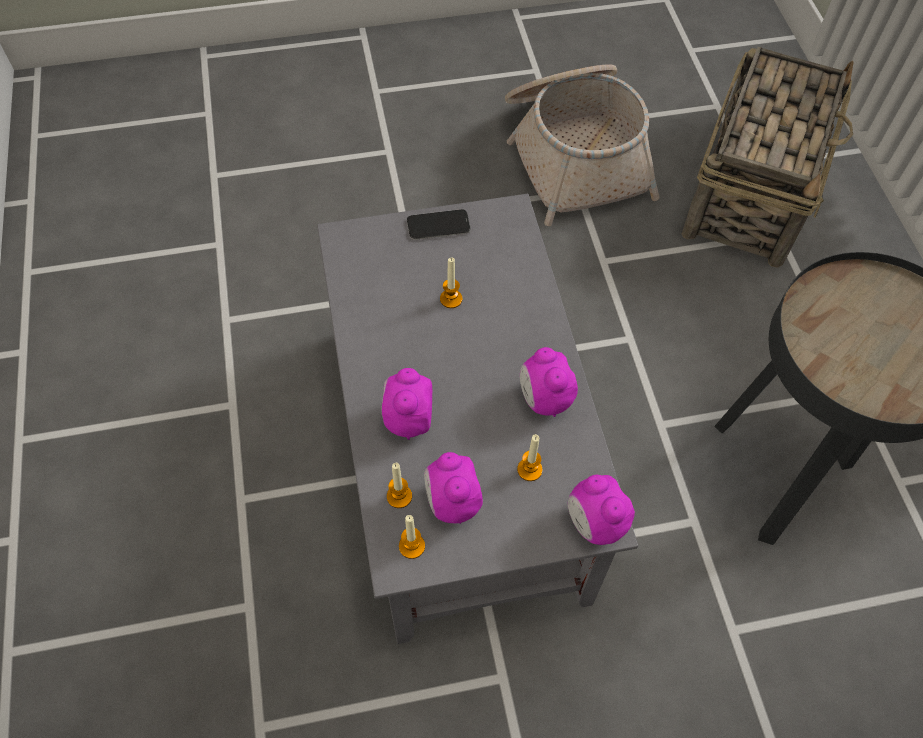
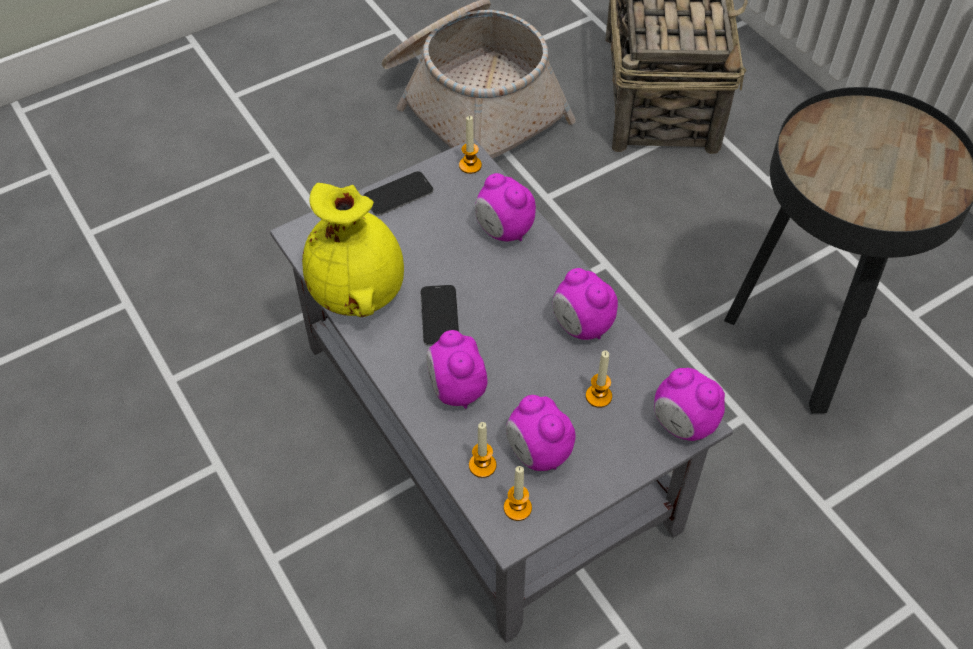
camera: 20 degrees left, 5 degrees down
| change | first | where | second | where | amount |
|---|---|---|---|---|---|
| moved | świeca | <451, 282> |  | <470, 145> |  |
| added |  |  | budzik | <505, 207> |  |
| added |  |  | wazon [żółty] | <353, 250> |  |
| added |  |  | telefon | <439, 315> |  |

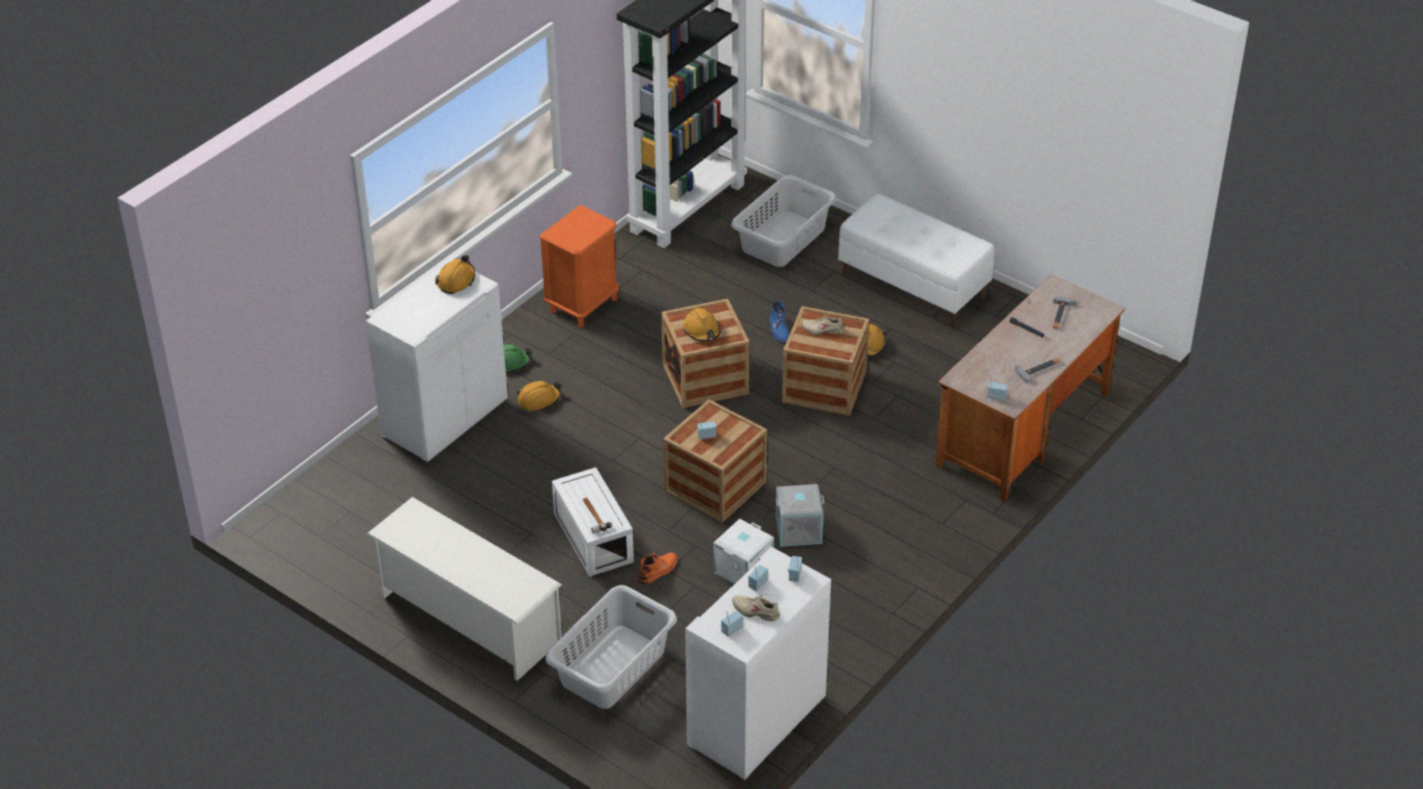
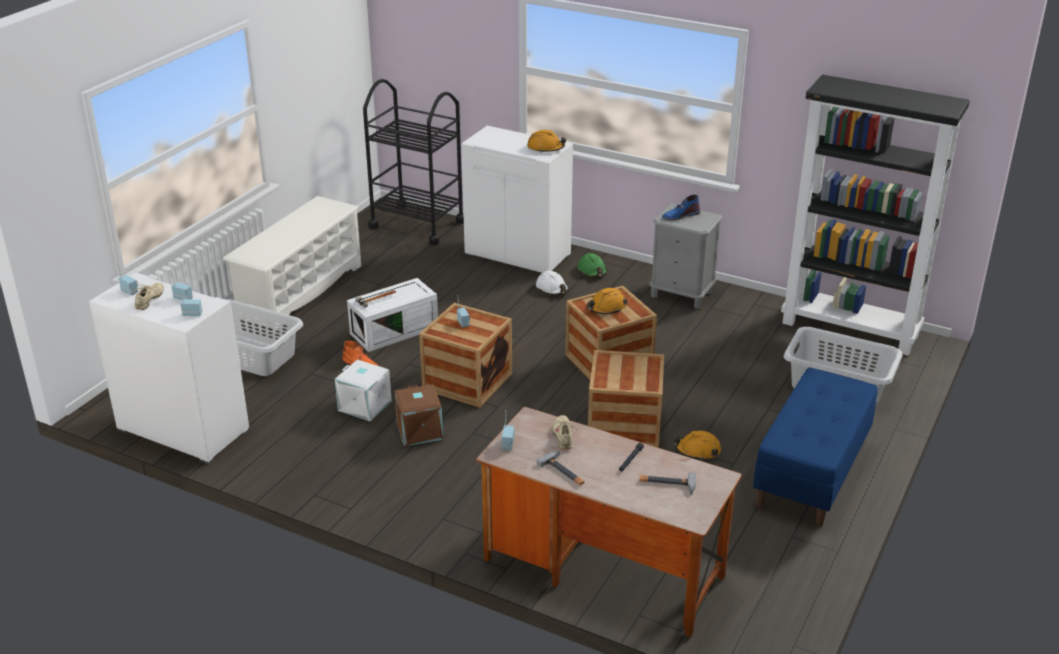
camera: 80 degrees right, 10 degrees down
| change | first | where | second | where | amount |
|---|---|---|---|---|---|
| recoloured | ławka [biały] | <916, 260> | ławka [niebieski] | <815, 447> |  |
| recoloured | szafka nocna [pomarańczowy] | <579, 266> | szafka nocna [szary] | <686, 256> |  |
| moved | but z cholewką [niebieski] | <779, 322> |  | <681, 207> |  |
| moved | but [beżowy] | <822, 324> |  | <565, 432> |  |
| recoloured | kask [pomarańczowy] | <539, 396> | kask [biały] | <552, 283> |  |
| recoloured | pojemnik do przechowywania [szary] | <800, 515> | pojemnik do przechowywania [brązowy] | <419, 415> |  |
| added |  |  | wózek [czarny] | <413, 162> |  |

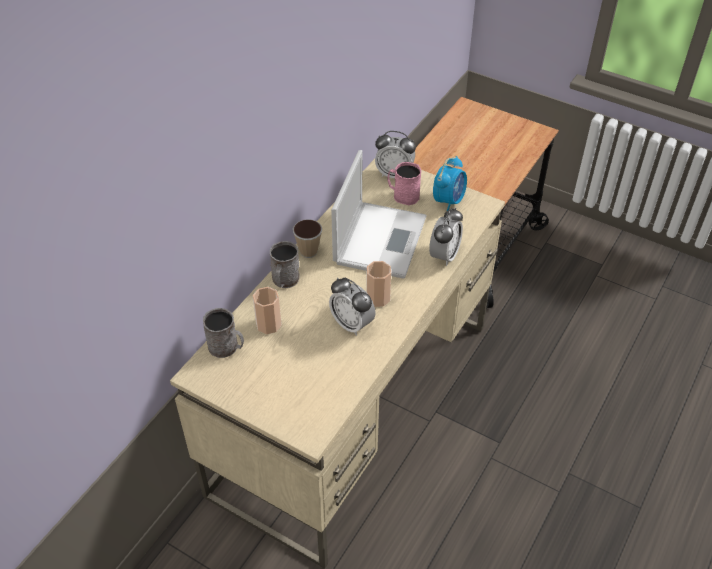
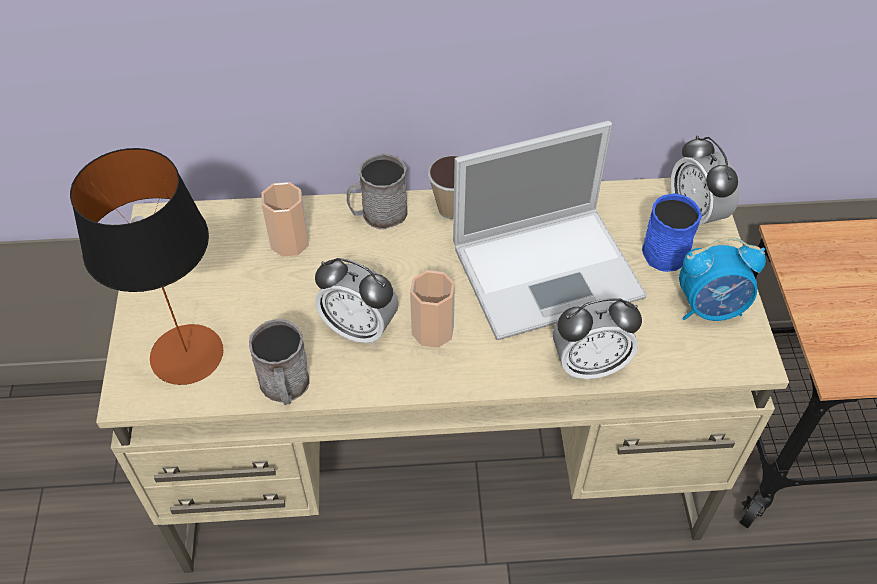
camera: 55 degrees right, 5 degrees up
| change | first | where | second | where | amount |
|---|---|---|---|---|---|
| recoloured | kubek [różowy] | <404, 183> | kubek [niebieski] | <672, 232> |  |
| turned | budzik | <352, 307> |  | <357, 302> | 75 degrees counterclockwise |
| moved | kubek [szary] | <223, 333> |  | <279, 361> |  |
| added |  |  | lampa stołowa | <146, 266> |  |

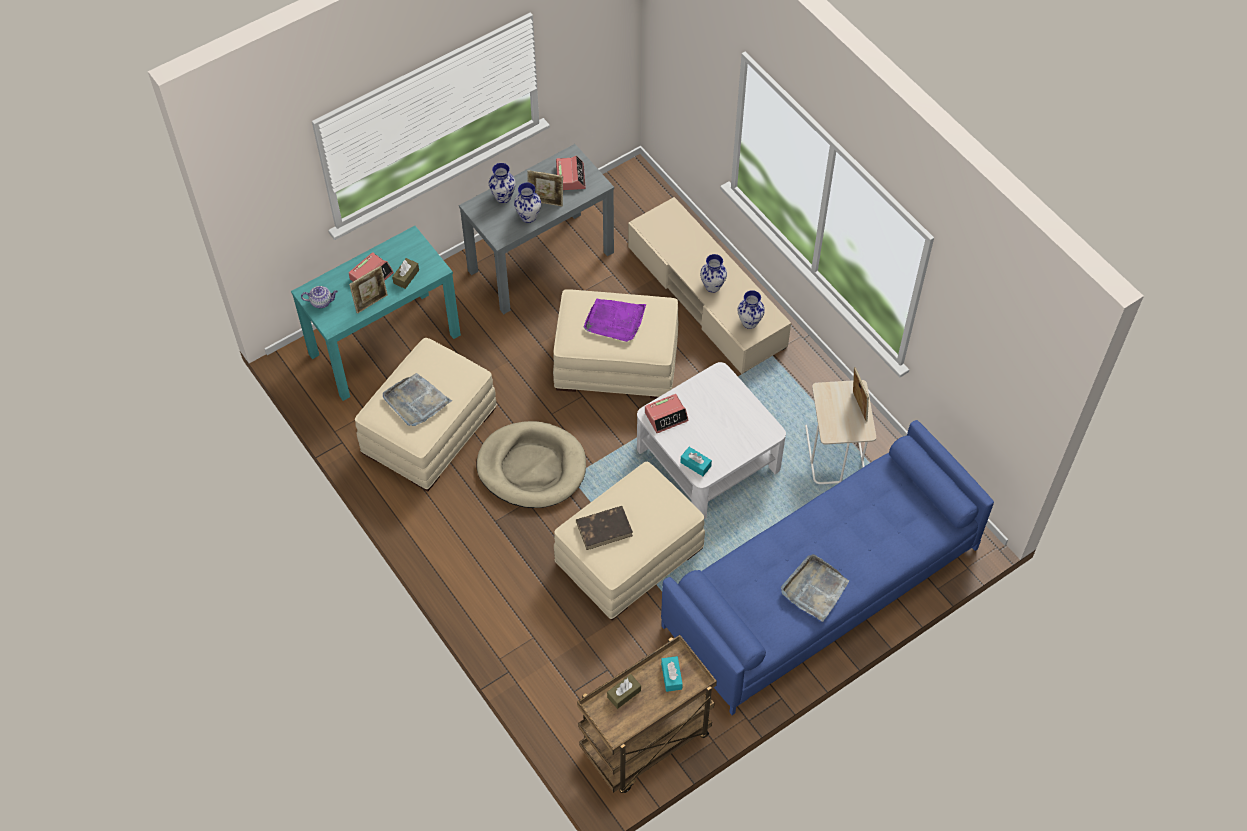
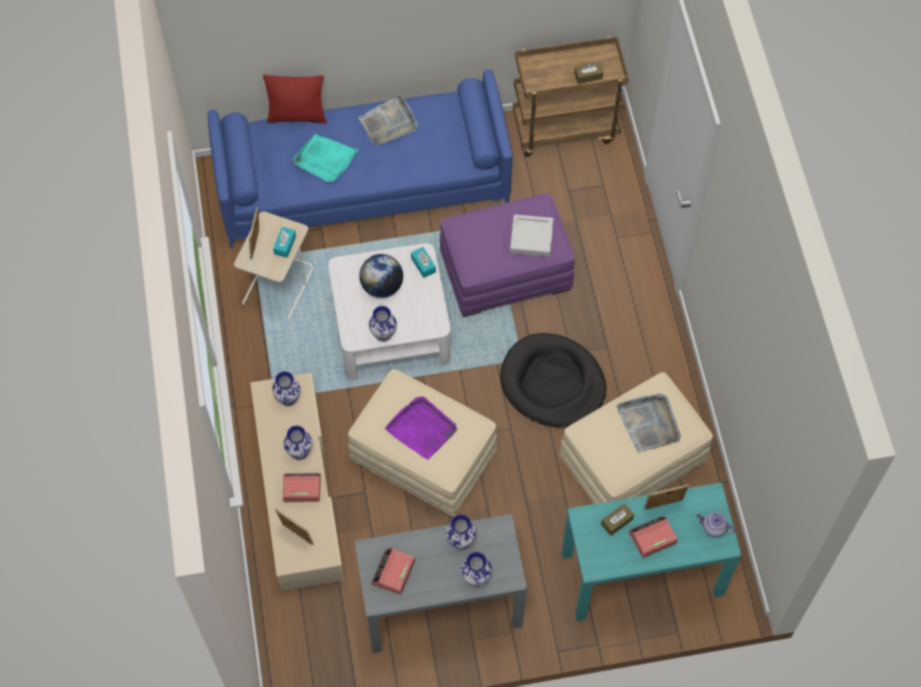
camera: 155 degrees left, 5 degrees up
| change | first | where | second | where | amount |
|---|---|---|---|---|---|
| moved | ramka na zdjęcie | <545, 188> |  | <294, 527> |  |
| moved | budzik | <667, 413> |  | <302, 487> |  |
| recoloured | legowisko [beżowy] | <531, 464> | legowisko [czarny] | <553, 380> |  |
| recoloured | pufa [beżowy] | <629, 541> | pufa [fioletowy] | <507, 255> |  |
| replaced | książka [brązowy] | <604, 528> | taca [szary] | <532, 236> |  |
| moved | pudełko chusteczek [turkusowy] | <672, 674> |  | <284, 242> |  |
| added |  |  | poduszka [czerwony] | <295, 99> |  |
| added |  |  | taca [turkusowy] | <325, 158> |  |
| added |  |  | globus | <381, 276> |  |
| added |  |  | wazon | <383, 324> |  |

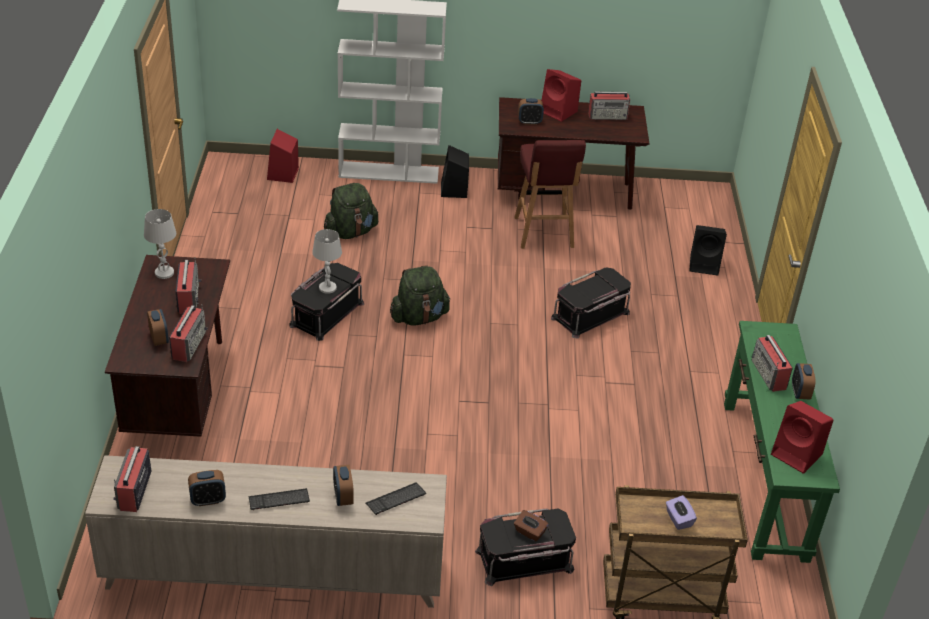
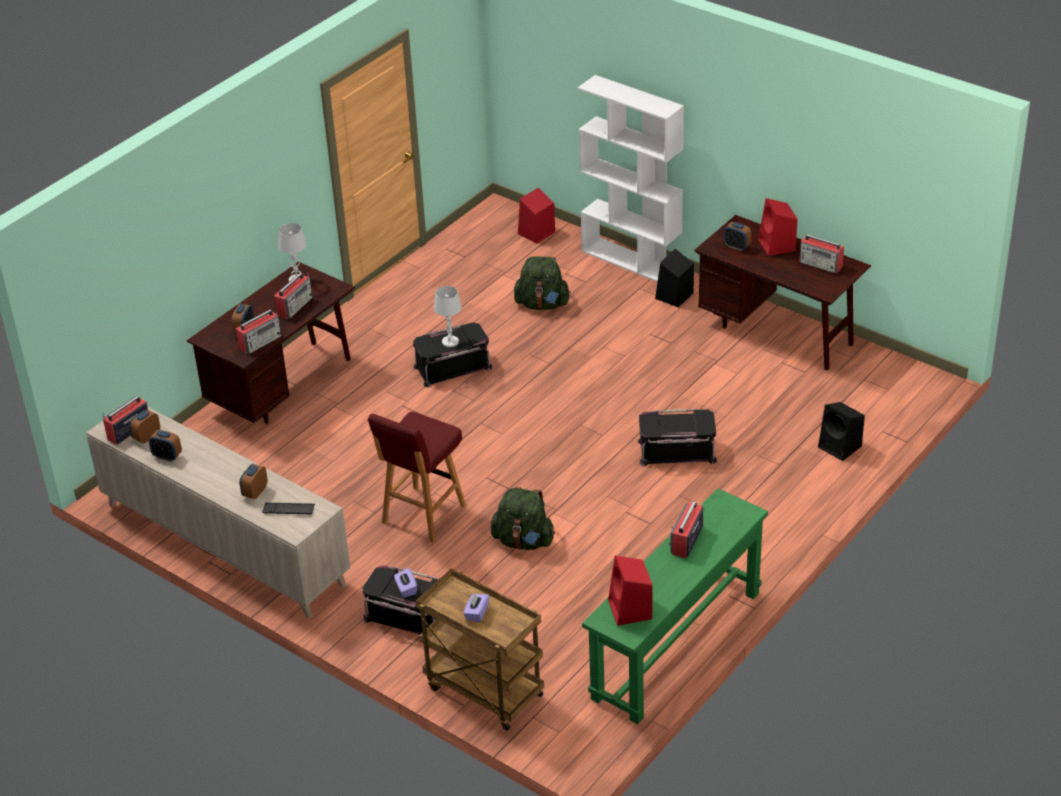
camera: 40 degrees right, 0 degrees up
| change | first | where | second | where | amount |
|---|---|---|---|---|---|
| moved | stołek [czerwony] | <550, 194> |  | <417, 477> |  |
| moved | plecak [zielony] | <420, 295> |  | <523, 518> |  |
| moved | budzik | <804, 381> |  | <144, 426> |  |
| removed | klawiatura | <279, 499> |  |  |  |
| recoloured | pudełko chusteczek [brązowy] | <531, 525> | pudełko chusteczek [fioletowy] | <405, 583> |  |

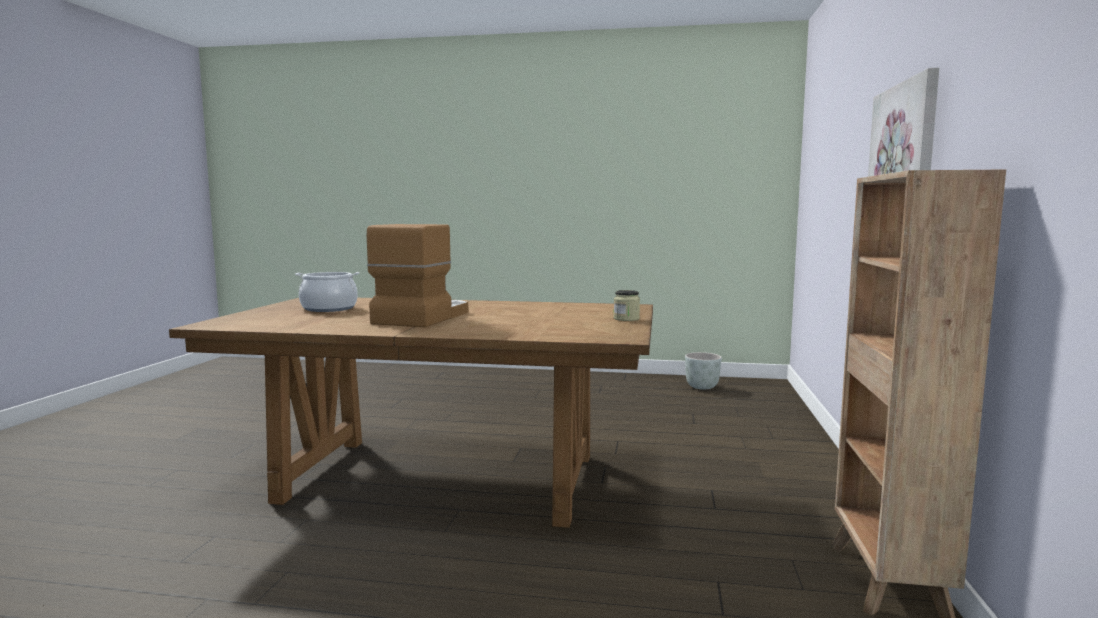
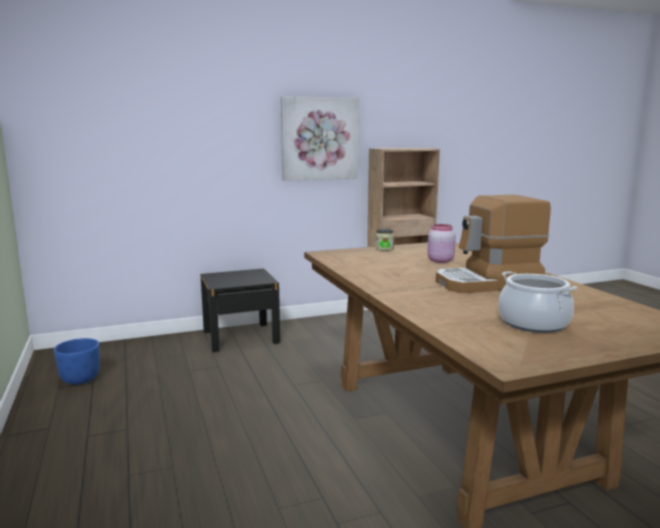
camera: 120 degrees left, 5 degrees up
| change | first | where | second | where | amount |
|---|---|---|---|---|---|
| recoloured | donica [szary] | <703, 370> | donica [niebieski] | <77, 361> |  |
| added |  |  | słoik [różowy] | <442, 243> |  |
| added |  |  | szafka nocna [czarny] | <240, 310> |  |

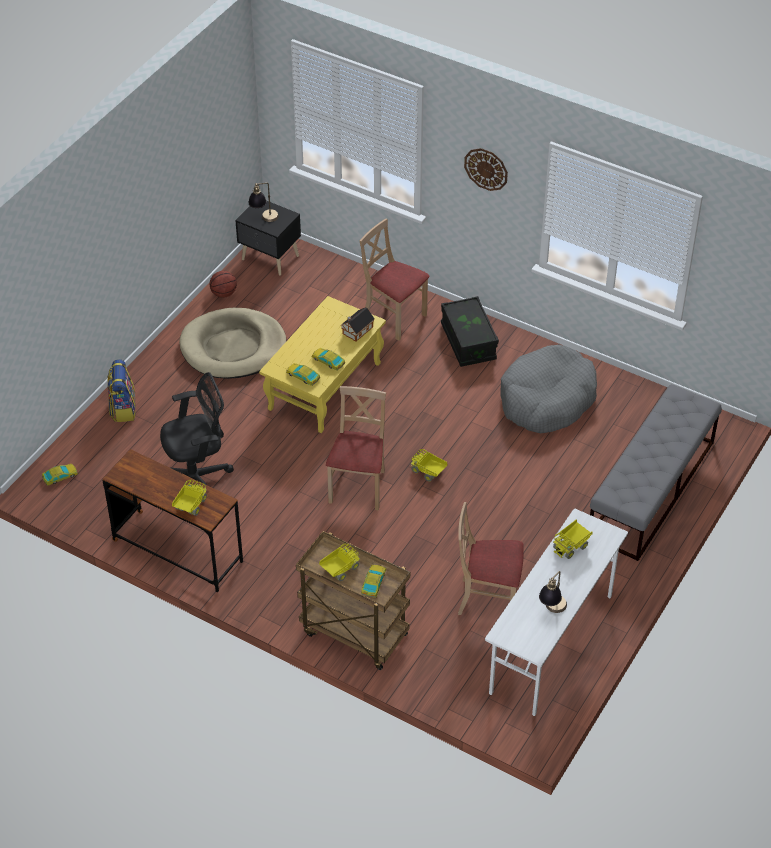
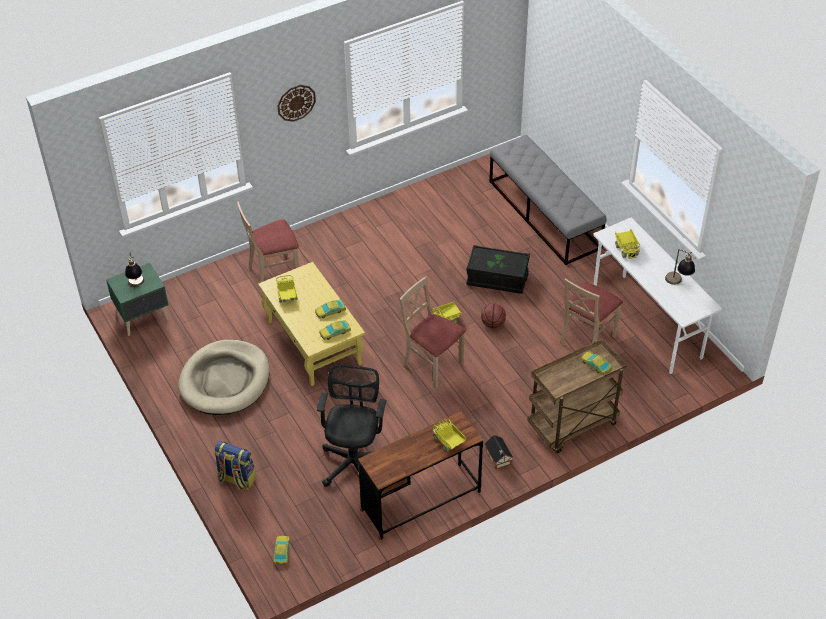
camera: 60 degrees left, 0 degrees up
| change | first | where | second | where | amount |
|---|---|---|---|---|---|
| recoloured | szafka nocna [czarny] | <268, 238> | szafka nocna [zielony] | <137, 299> |  |
| moved | piłka do koszykówki | <223, 284> |  | <493, 315> |  |
| moved | pojemnik do przechowywania [czarny] | <470, 331> |  | <498, 269> |  |
| moved | domek | <357, 324> |  | <499, 452> |  |
| removed | legowisko [szary] | <548, 389> |  |  |  |
| moved | ciężarówka zabawkowa | <339, 562> |  | <287, 288> |  |

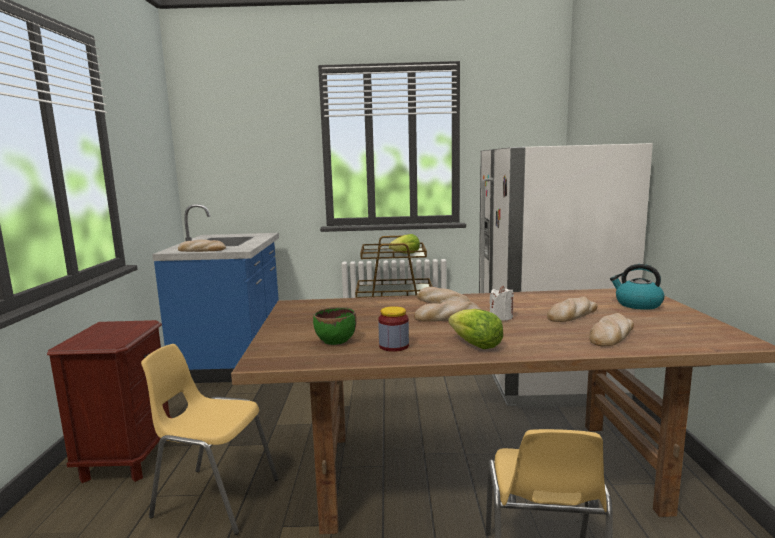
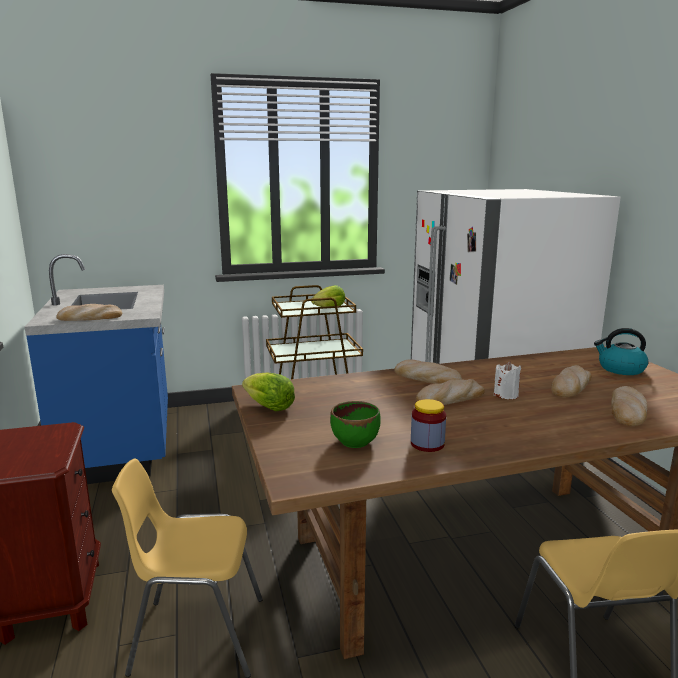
camera: 15 degrees left, 5 degrees up
| change | first | where | second | where | amount |
|---|---|---|---|---|---|
| moved | sałata | <475, 329> |  | <268, 391> |  |

